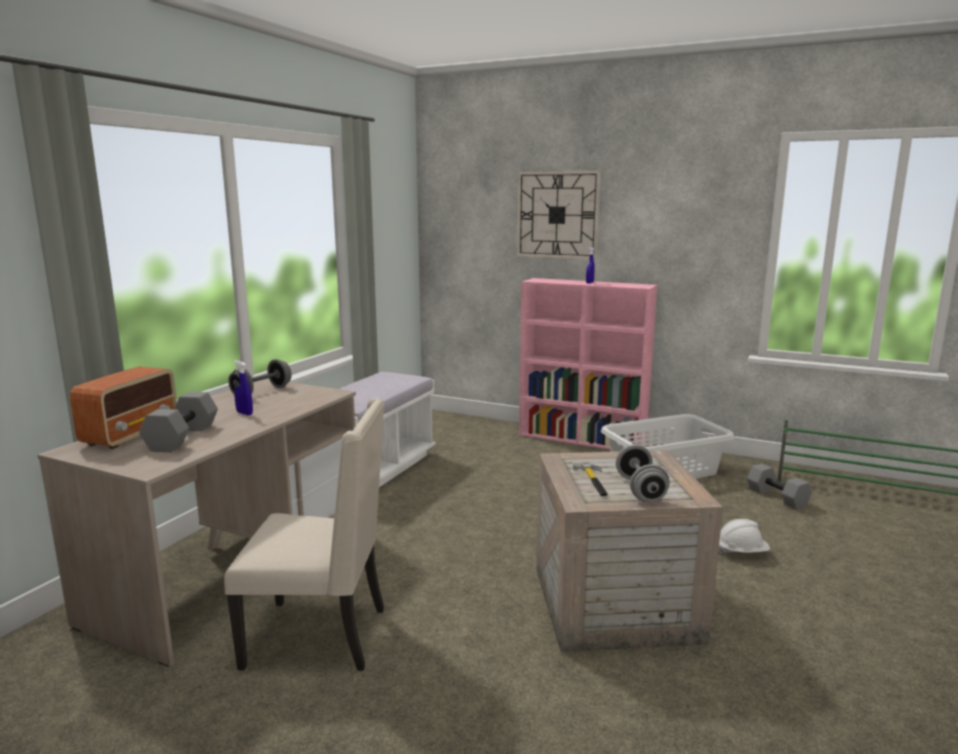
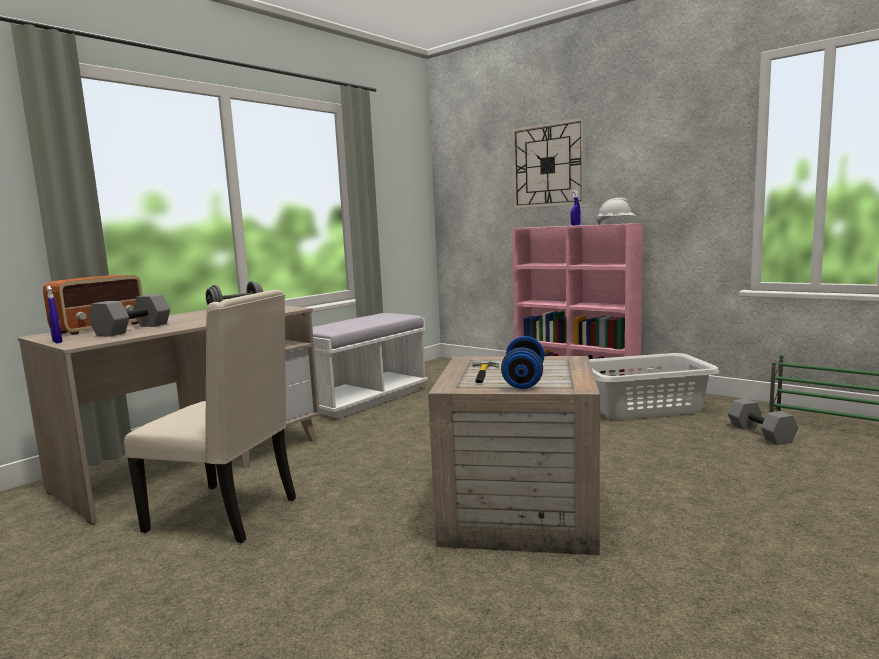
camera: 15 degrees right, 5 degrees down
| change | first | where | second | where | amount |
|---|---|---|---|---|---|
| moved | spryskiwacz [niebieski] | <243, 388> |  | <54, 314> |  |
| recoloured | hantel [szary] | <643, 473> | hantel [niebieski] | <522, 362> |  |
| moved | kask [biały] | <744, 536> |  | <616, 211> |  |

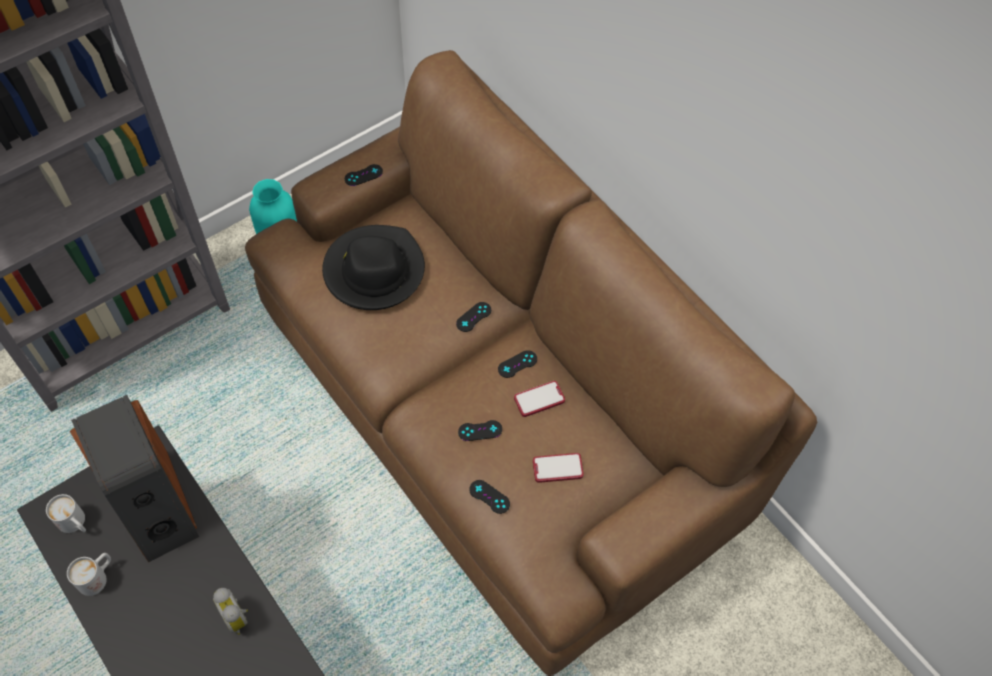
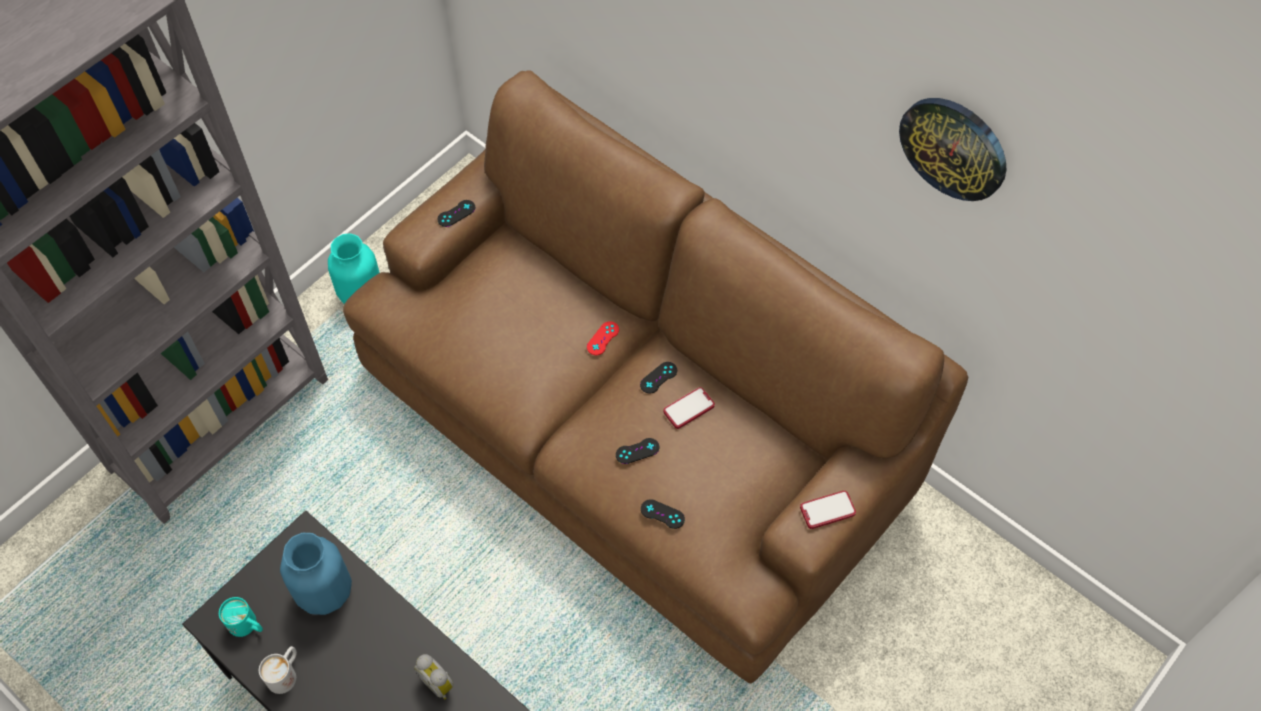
camera: 10 degrees left, 0 degrees up
| change | first | where | second | where | amount |
|---|---|---|---|---|---|
| removed | kapelusz [czarny] | <373, 267> |  |  |  |
| recoloured | pad do gier [czarny] | <473, 317> | pad do gier [czerwony] | <603, 338> |  |
| replaced | głośnik | <134, 478> | wazon [niebieski] | <316, 574> |  |
| moved | telefon | <558, 468> |  | <828, 510> |  |
| recoloured | kubek [biały] | <66, 513> | kubek [turkusowy] | <241, 617> |  |
| added |  |  | zegar ścienny | <952, 149> |  |

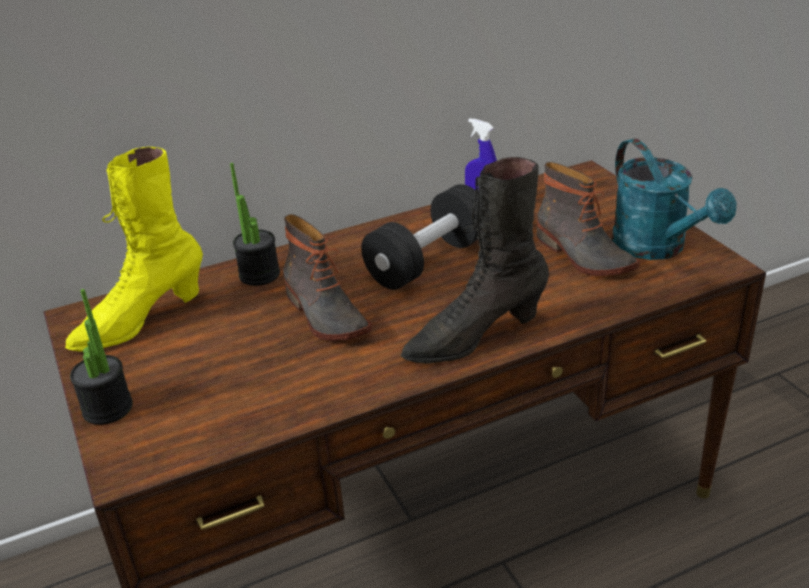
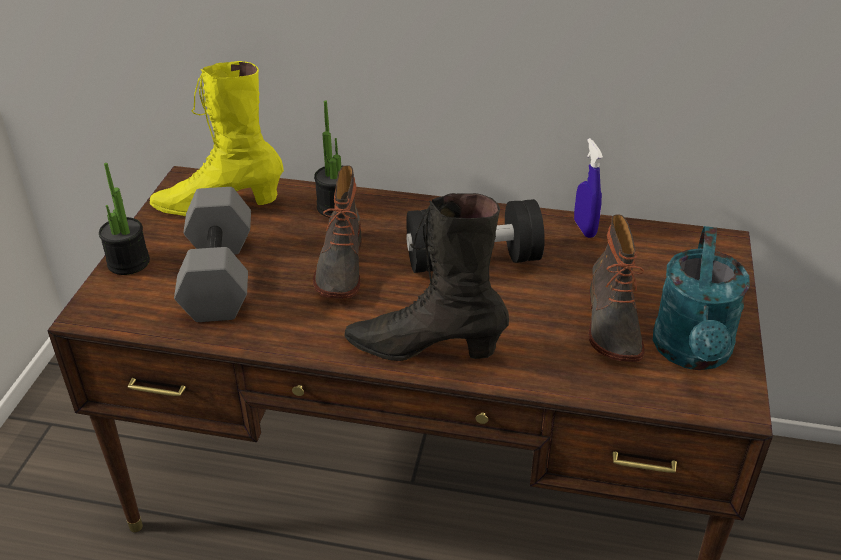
camera: 35 degrees right, 5 degrees up
| change | first | where | second | where | amount |
|---|---|---|---|---|---|
| added |  |  | hantel [szary] | <212, 254> |  |

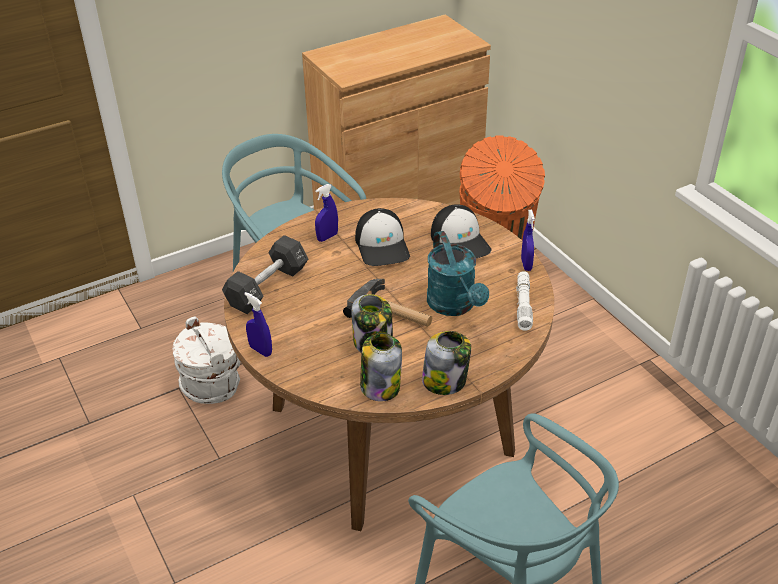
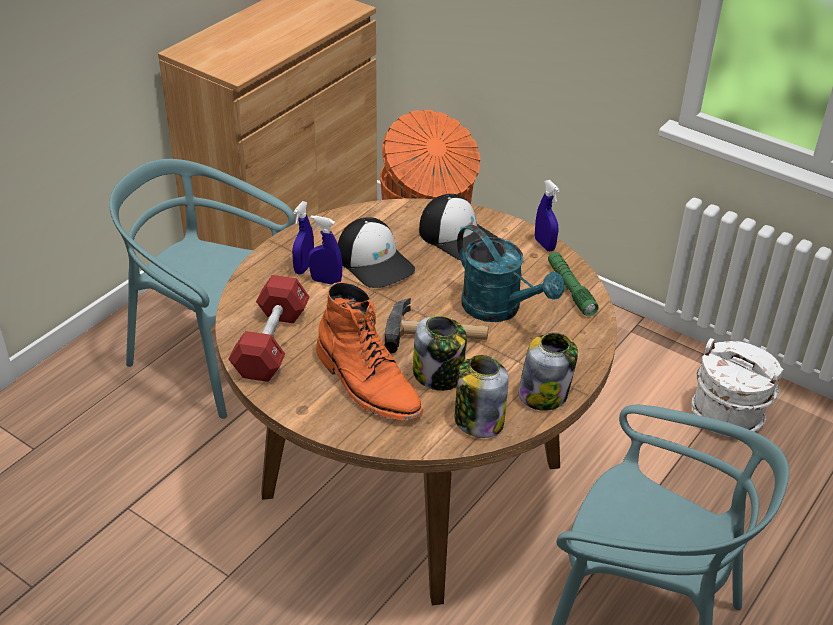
camera: 25 degrees left, 0 degrees up
| change | first | where | second | where | amount |
|---|---|---|---|---|---|
| recoloured | hantel [czarny] | <265, 274> | hantel [czerwony] | <268, 328> |  |
| recoloured | latarka [biały] | <524, 301> | latarka [zielony] | <573, 284> |  |
| moved | spryskiwacz [niebieski] | <258, 324> |  | <325, 250> |  |
| moved | wiadro [biały] | <206, 360> |  | <737, 387> |  |
| added |  |  | but z cholewką [pomarańczowy] | <369, 351> |  |

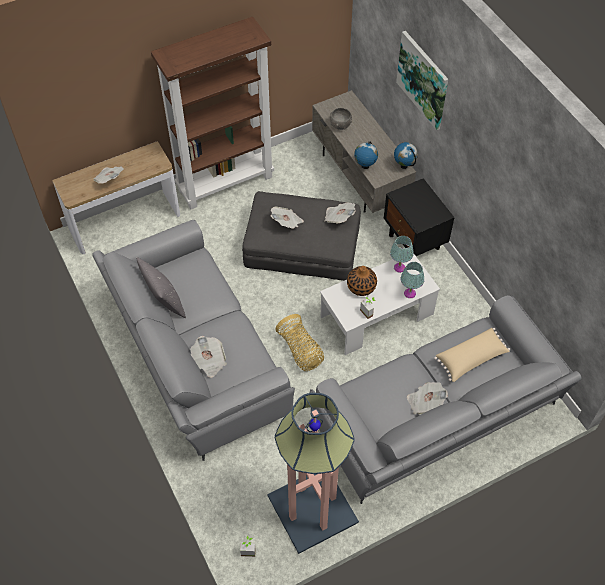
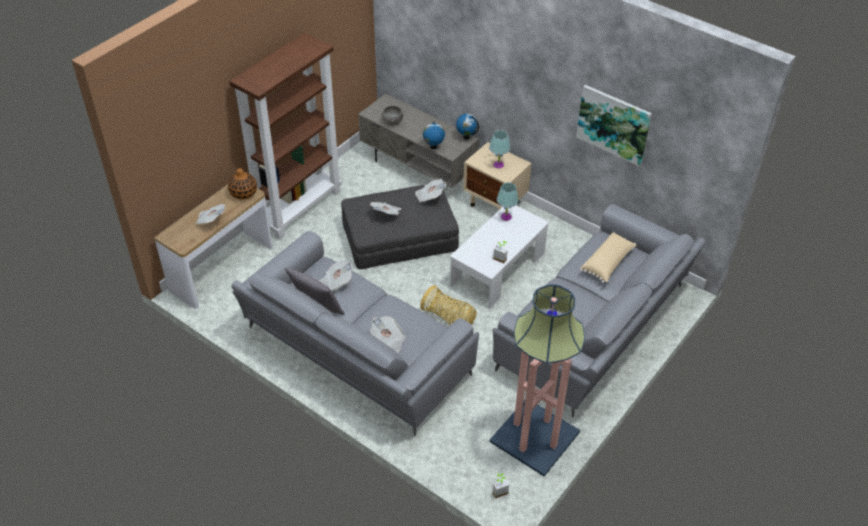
camera: 25 degrees left, 10 degrees down
| change | first | where | second | where | amount |
|---|---|---|---|---|---|
| moved | obraz | <422, 80> |  | <614, 125> |  |
| recoloured | szafka nocna [czarny] | <419, 217> | szafka nocna [beżowy] | <497, 176> |  |
| moved | lampa stołowa [turkusowy] | <412, 280> |  | <499, 149> |  |
| moved | wazon | <362, 281> |  | <242, 183> |  |
| moved | gazeta | <427, 398> |  | <336, 275> |  |

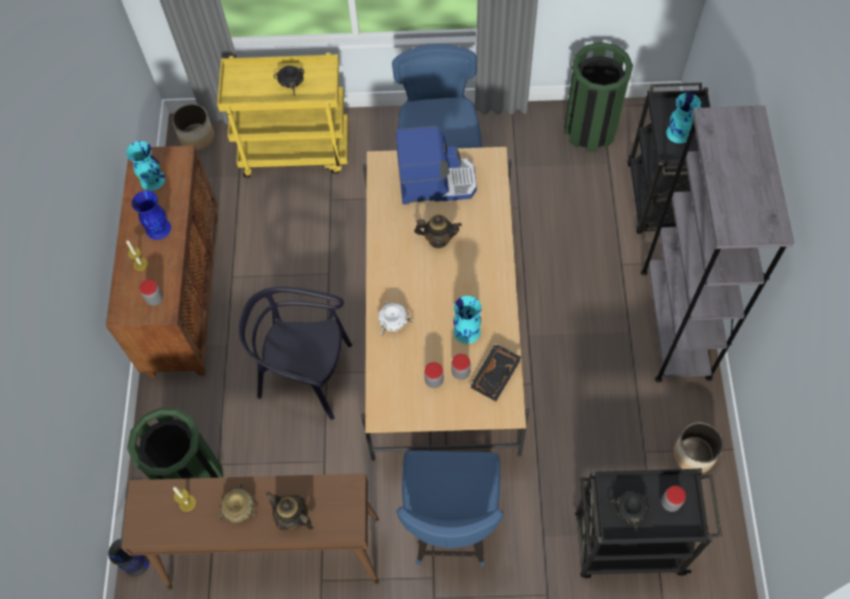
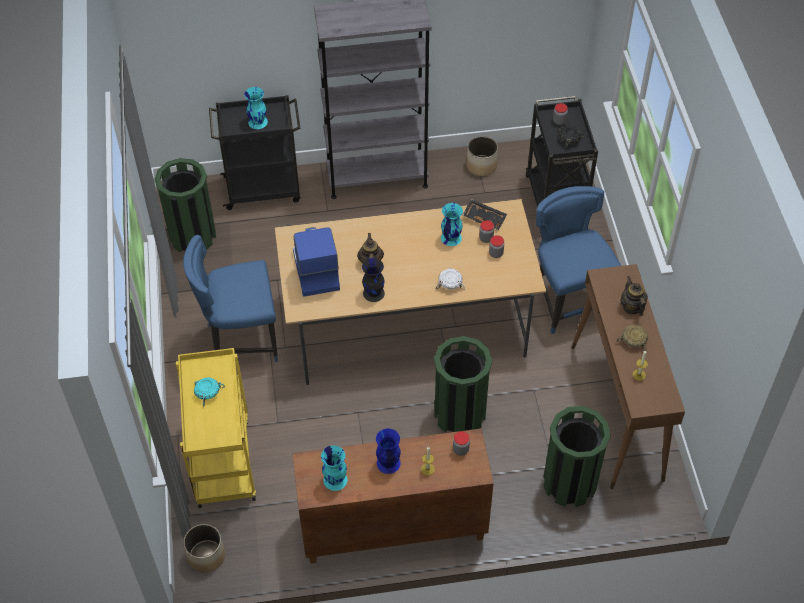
camera: 100 degrees left, 10 degrees down
| change | first | where | second | where | amount |
|---|---|---|---|---|---|
| recoloured | miska [czarny] | <289, 81> | miska [turkusowy] | <209, 391> |  |
| replaced | krzesło [czarny] | <295, 353> | kosz na śmieci [zielony] | <463, 384> |  |
| turned | krzesło [niebieski] | <449, 509> |  | <578, 260> | 105 degrees counterclockwise |
| turned | imbryk | <290, 511> |  | <634, 296> | 135 degrees clockwise |
| moved | wazon [czarny] | <128, 558> |  | <373, 280> |  |

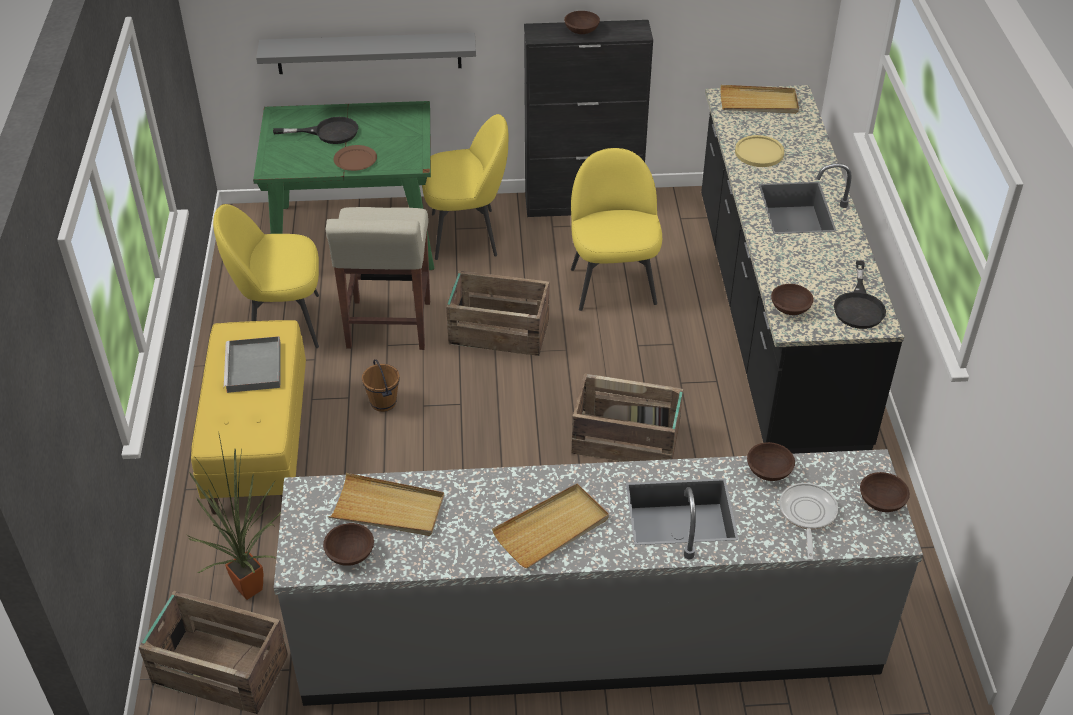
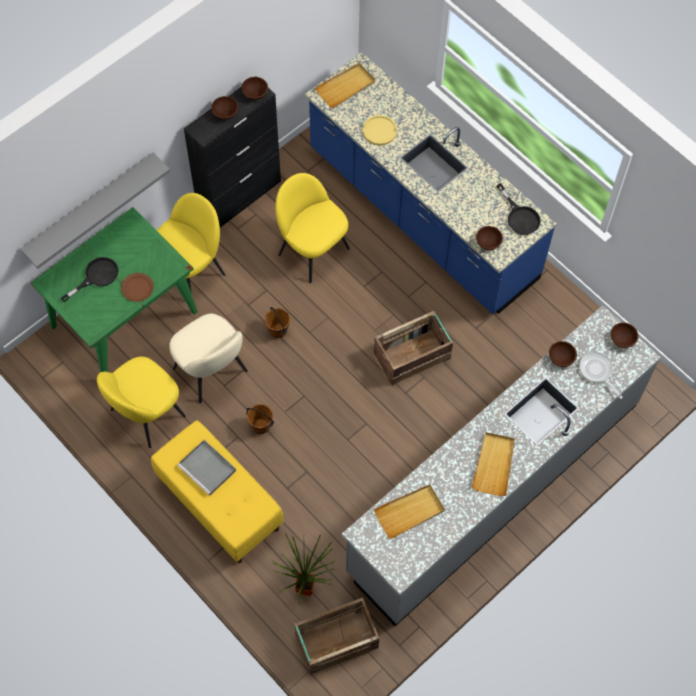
camera: 40 degrees left, 20 degrees up
| change | first | where | second | where | amount |
|---|---|---|---|---|---|
| recoloured | zabudowa kuchenna [czarny] | <802, 269> | zabudowa kuchenna [niebieski] | <431, 183> |  |
| replaced | stołek [beżowy] | <378, 278> | krzesło [beżowy] | <208, 358> |  |
| replaced | skrzynka | <497, 313> | wiadro [brązowy] | <277, 322> |  |
| moved | miska [brązowy] | <348, 544> |  | <254, 88> |  |

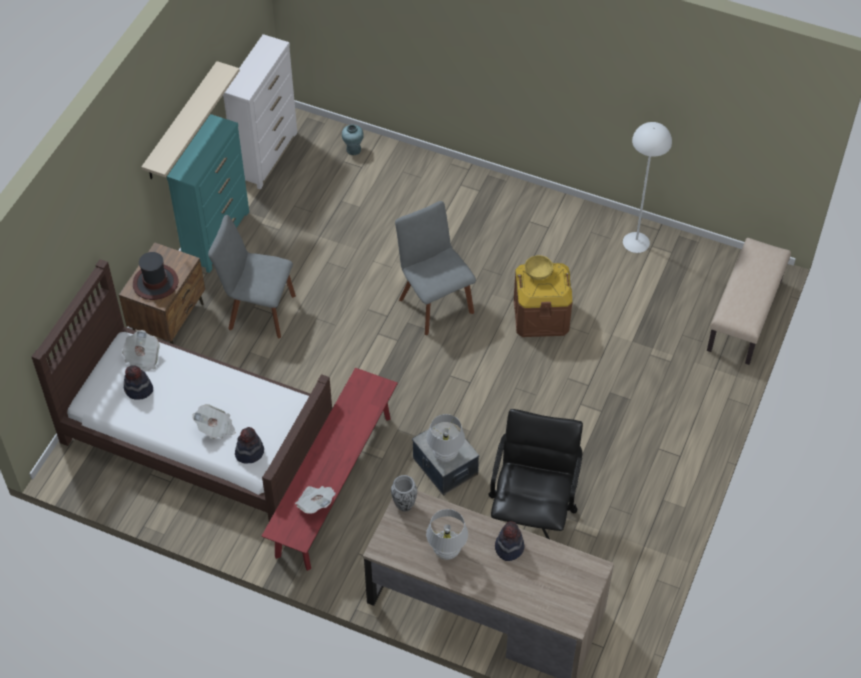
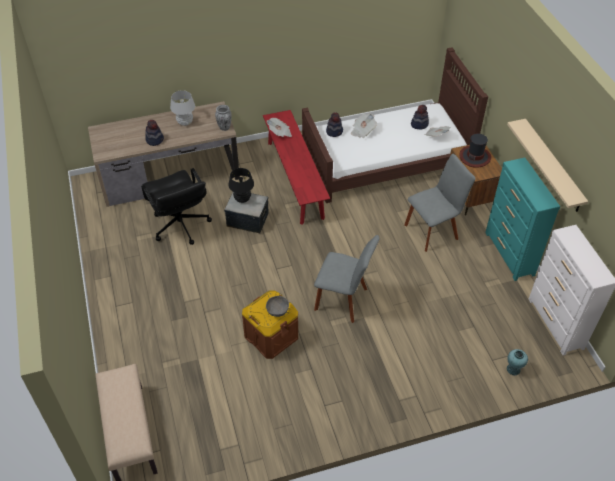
camera: 140 degrees right, 5 degrees down
| change | first | where | second | where | amount |
|---|---|---|---|---|---|
| removed | lampa stojąca [biały] | <647, 187> |  |  |  |
| recoloured | miska [żółty] | <539, 267> | miska [szary] | <277, 306> |  |
| recoloured | lampa stołowa [biały] | <445, 438> | lampa stołowa [czarny] | <241, 185> |  |

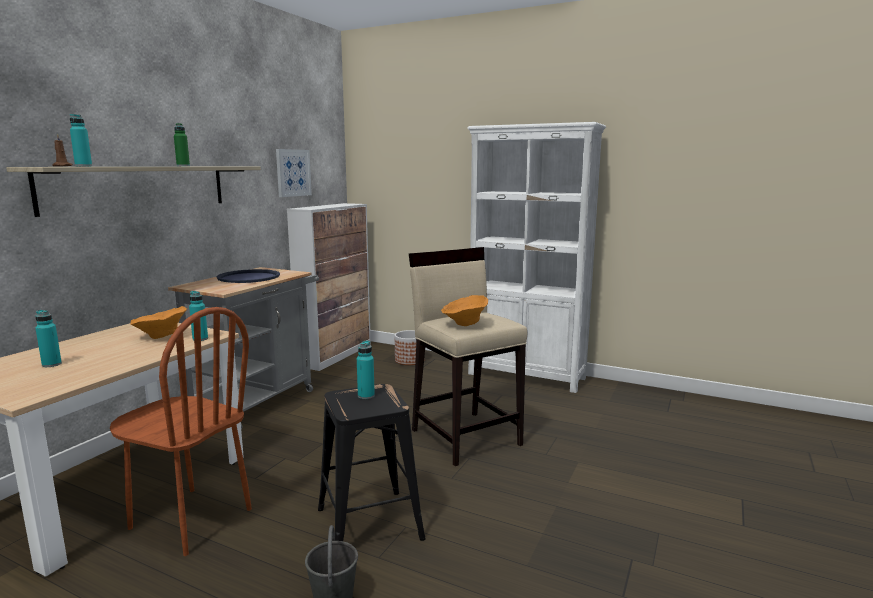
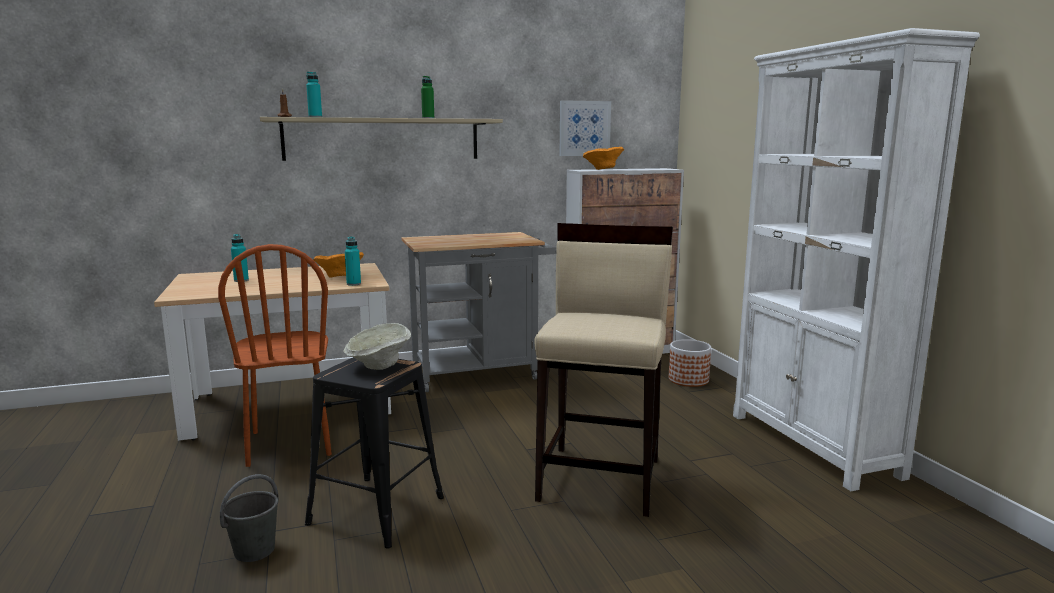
camera: 45 degrees right, 0 degrees up
| change | first | where | second | where | amount |
|---|---|---|---|---|---|
| removed | taca [niebieski] | <248, 276> |  |  |  |
| moved | miska [pomarańczowy] | <464, 310> |  | <603, 158> |  |
| replaced | butelka [turkusowy] | <366, 369> | miska [beżowy] | <377, 346> |  |

